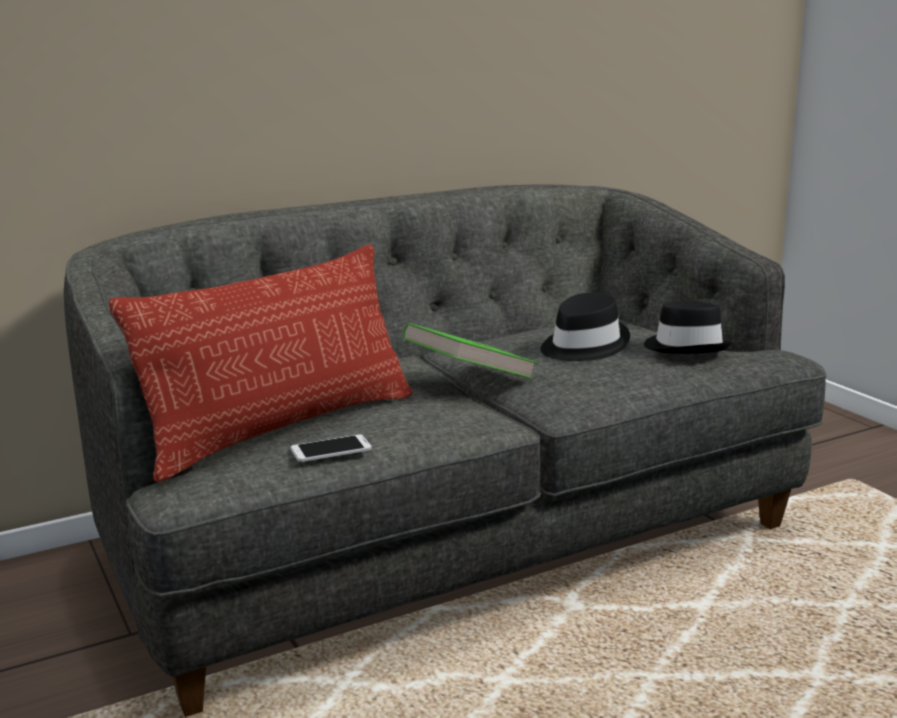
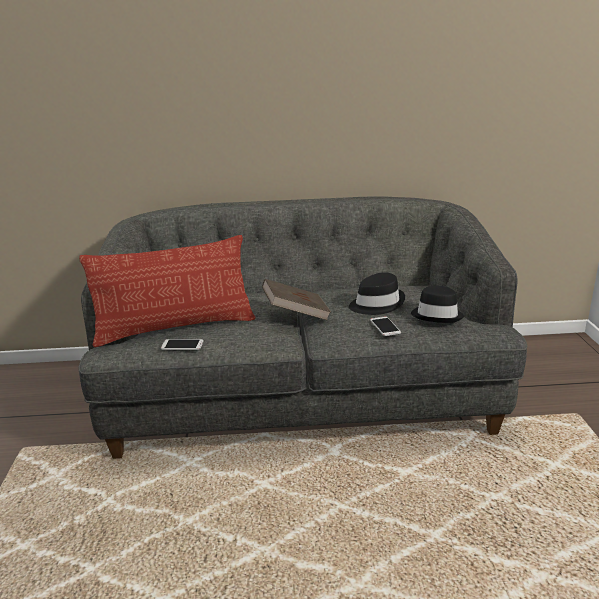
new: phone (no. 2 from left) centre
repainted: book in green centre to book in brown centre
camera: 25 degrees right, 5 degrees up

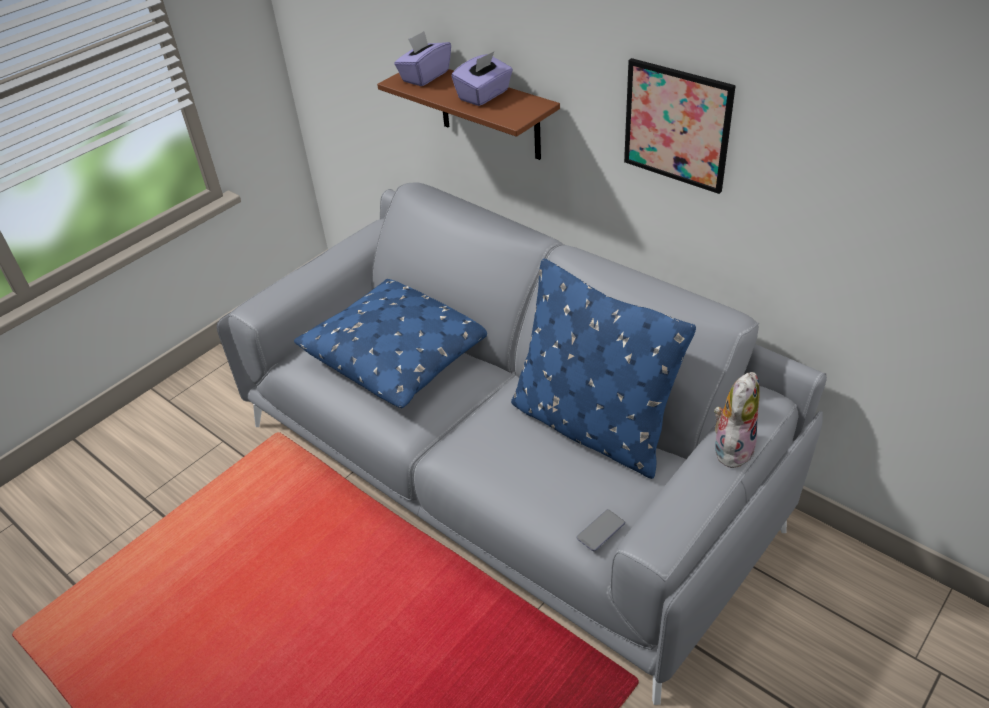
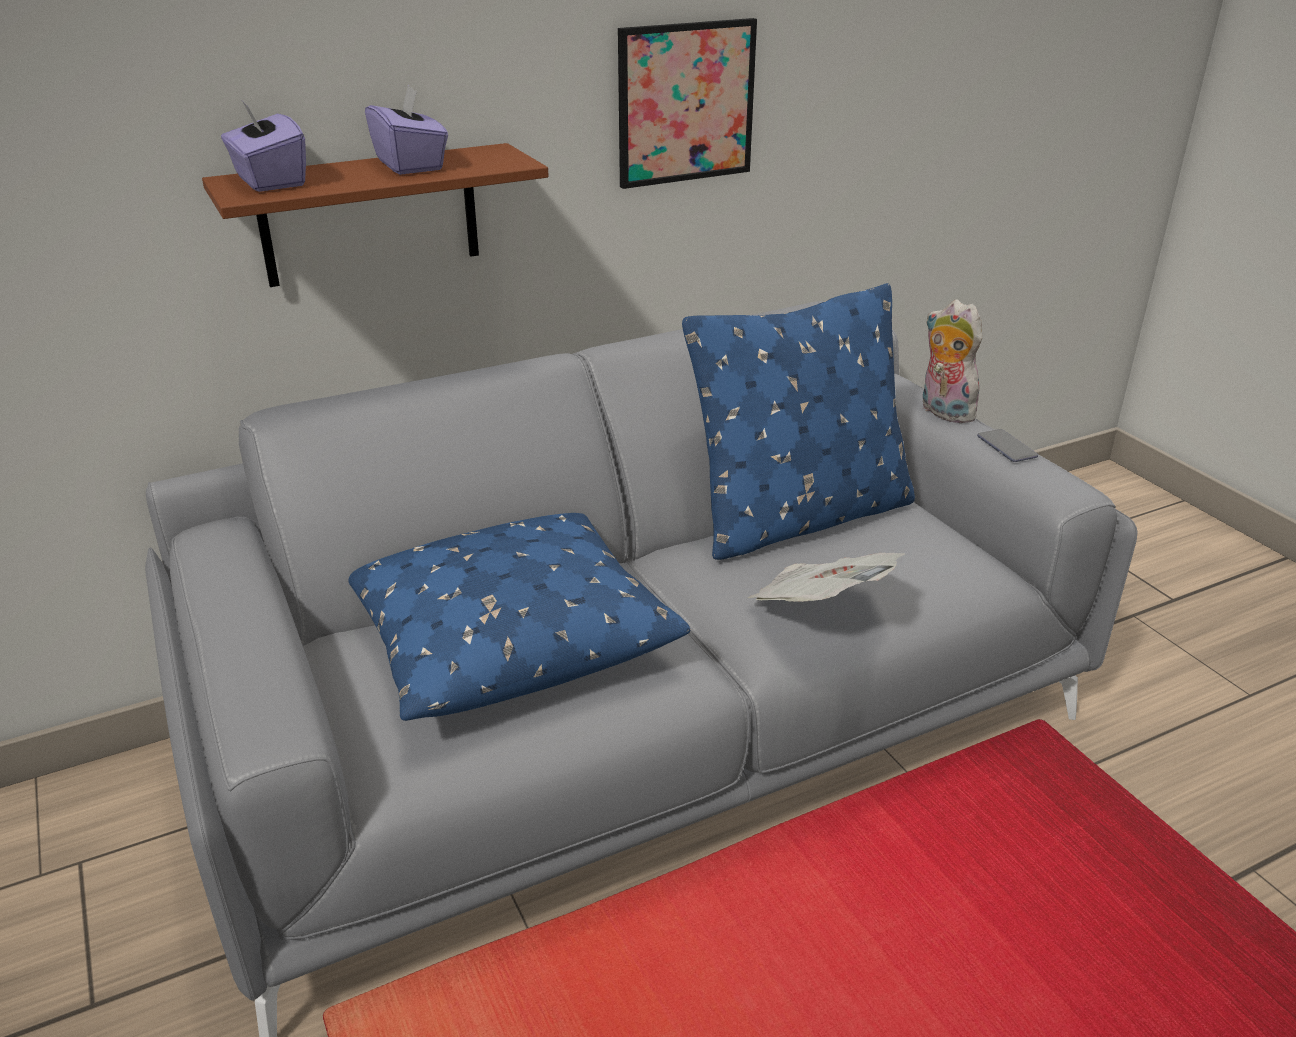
new: newspaper centre
shifted: phone bottom centre to middle right
camera: 70 degrees left, 10 degrees down

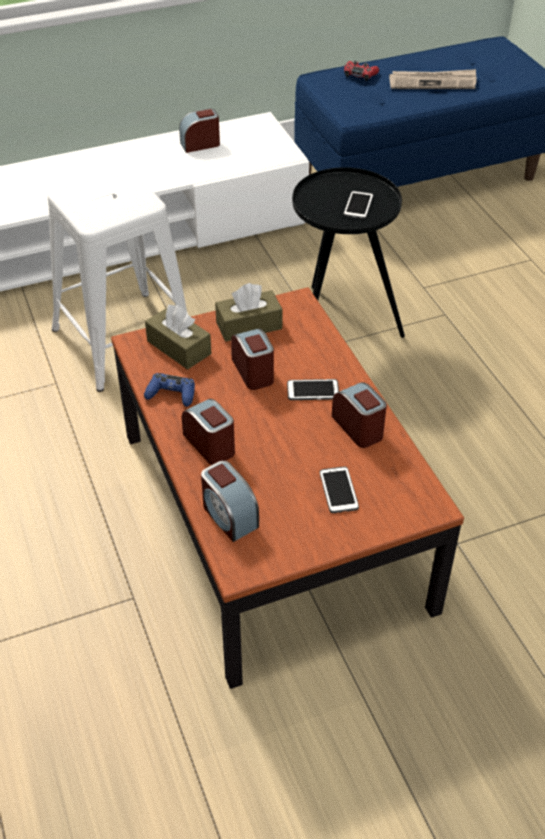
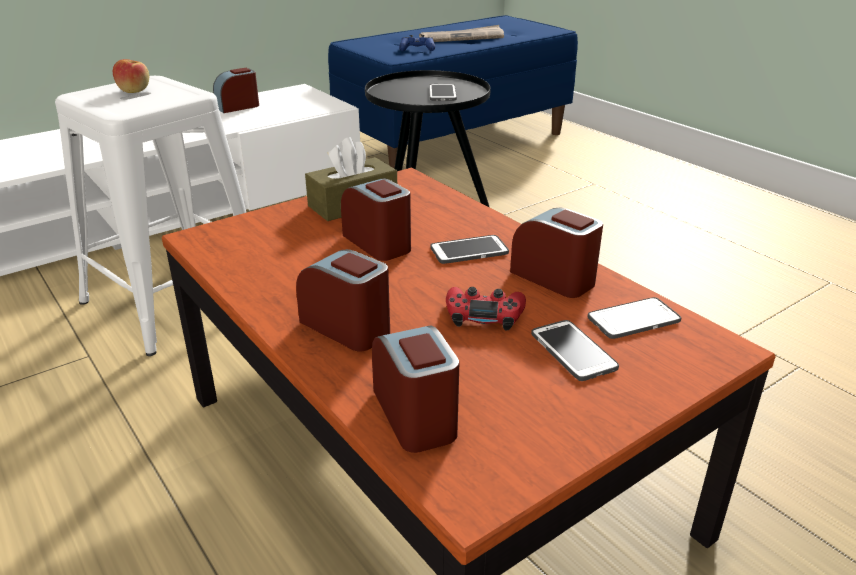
gone: tissue box in brown (no. 1 from left) middle left
new: apple top left; phone (no. 4 from left) middle right
shifted: game controller in red top centre to centre; game controller in blue middle left to top centre
rotated: alarm clock (no. 3 from left in the first image) centre = bottom centre 150 degrees counterclockwise
camera: 15 degrees left, 15 degrees down

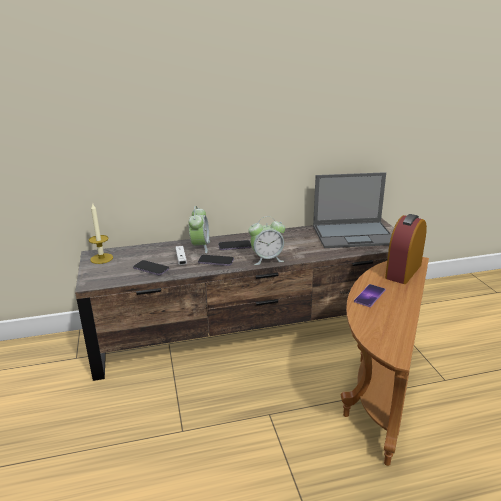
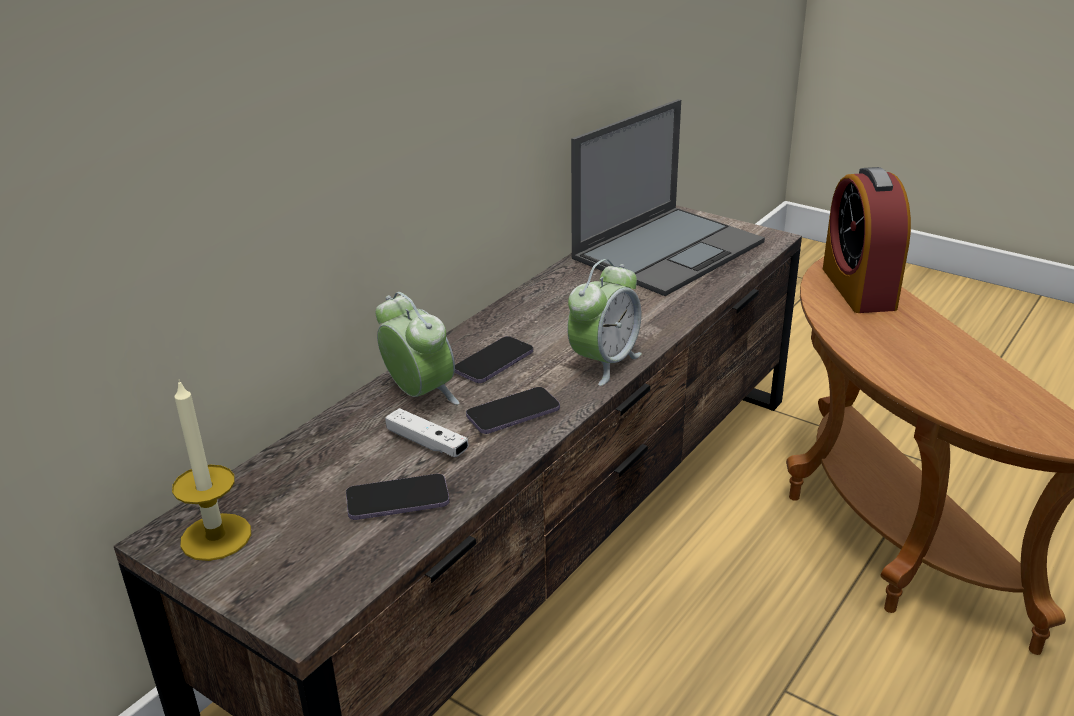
gone: phone (no. 4 from left) middle right
camera: 40 degrees left, 5 degrees up

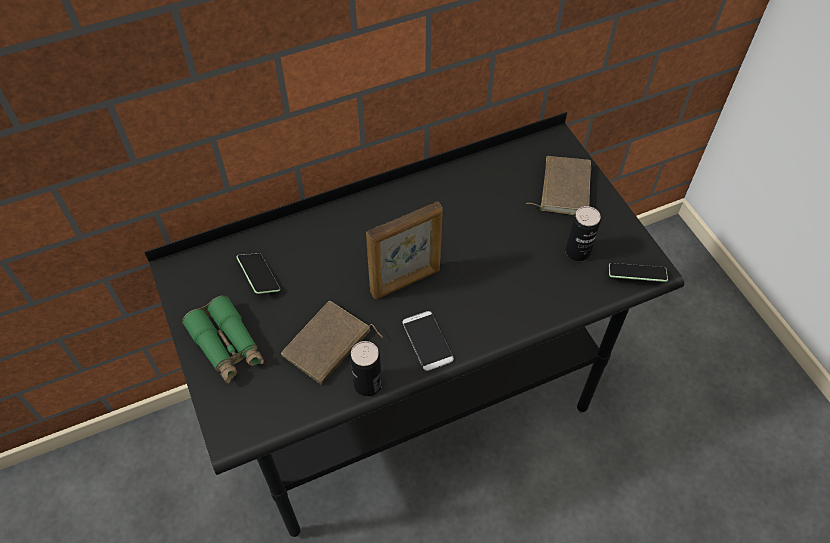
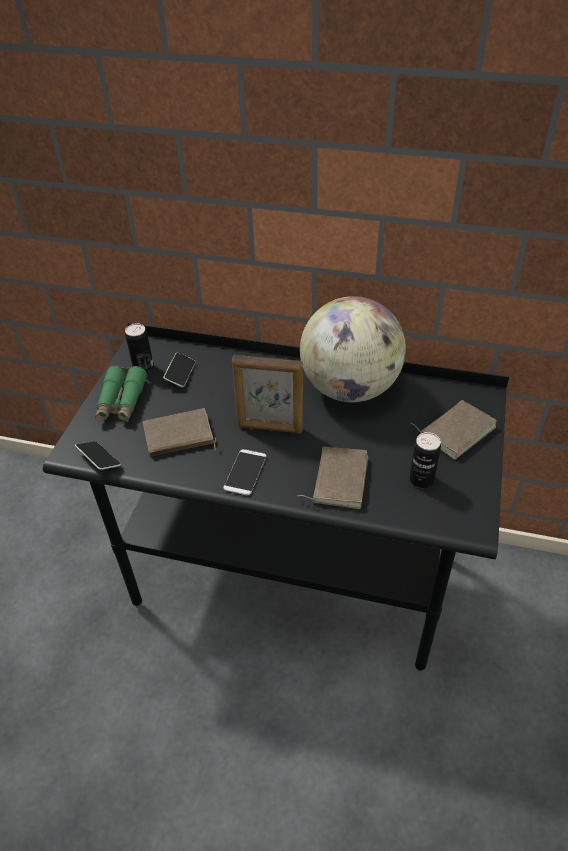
new: globe centre; book in brown (no. 2 from left) centre
shifted: phone (no. 3 from left in the first image) middle right to phone (no. 1 from left) middle left; can (no. 1 from left) bottom centre to middle left
camera: 40 degrees right, 10 degrees down

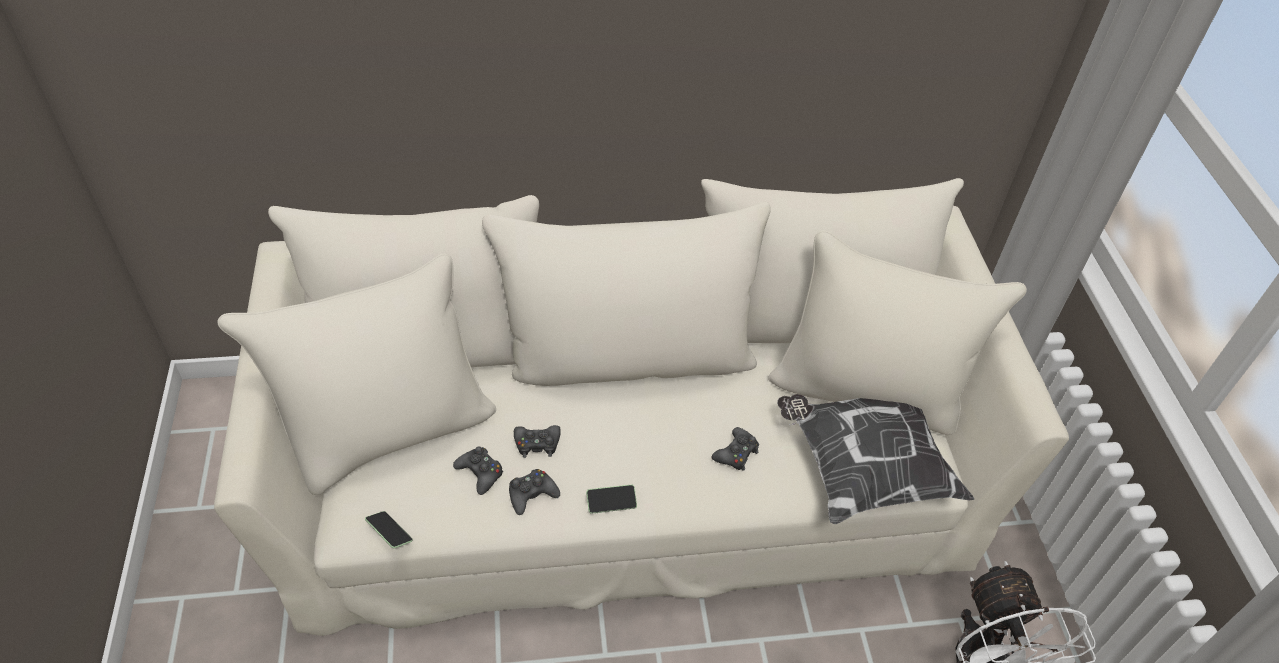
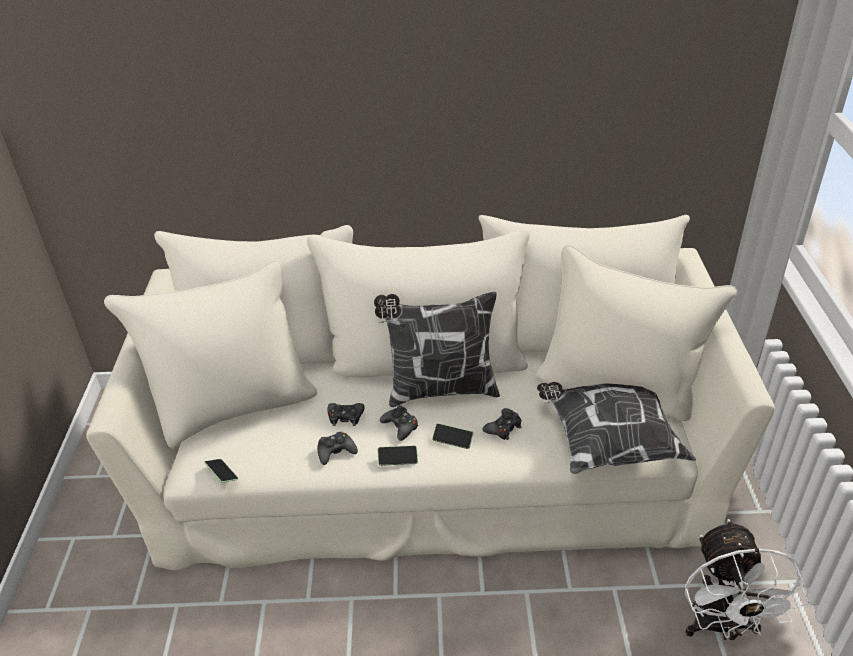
new: pillow (no. 1 from left) centre; phone (no. 3 from left) centre
shifted: game controller in black (no. 1 from left in the first image) bottom centre to game controller in black (no. 3 from left) centre
camera: 10 degrees right, 10 degrees down

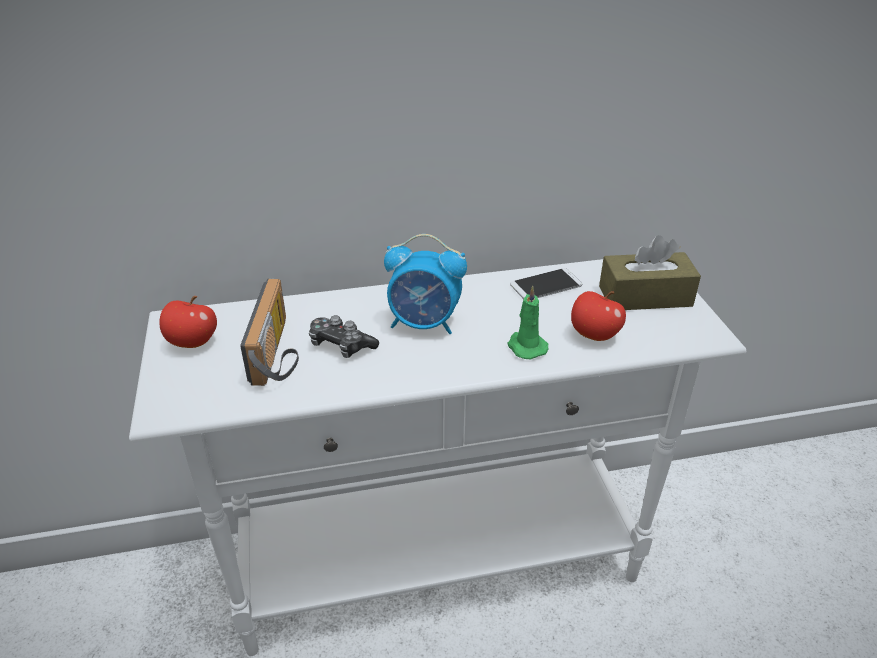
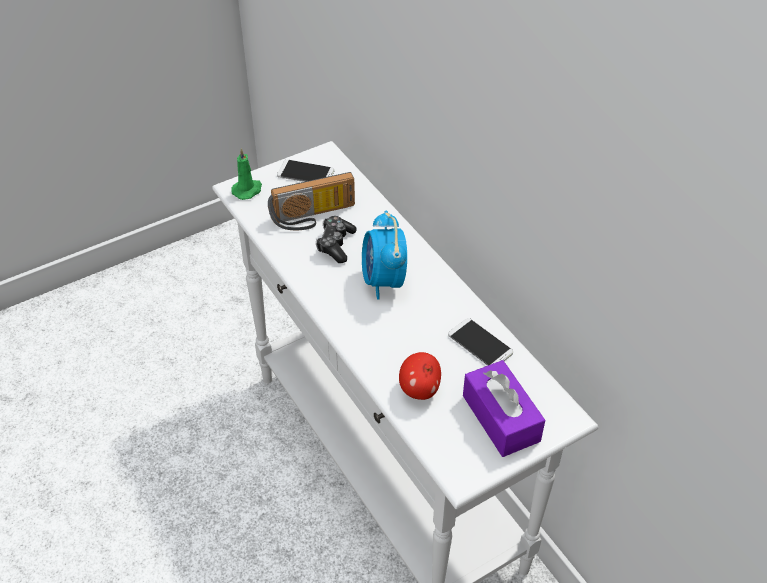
shifted: candle in green centre to top left
swapped: apple (no. 1 from left) middle left to phone (no. 1 from left) top centre
repainted: tissue box in brown middle right to tissue box in purple bottom centre
camera: 70 degrees right, 10 degrees up

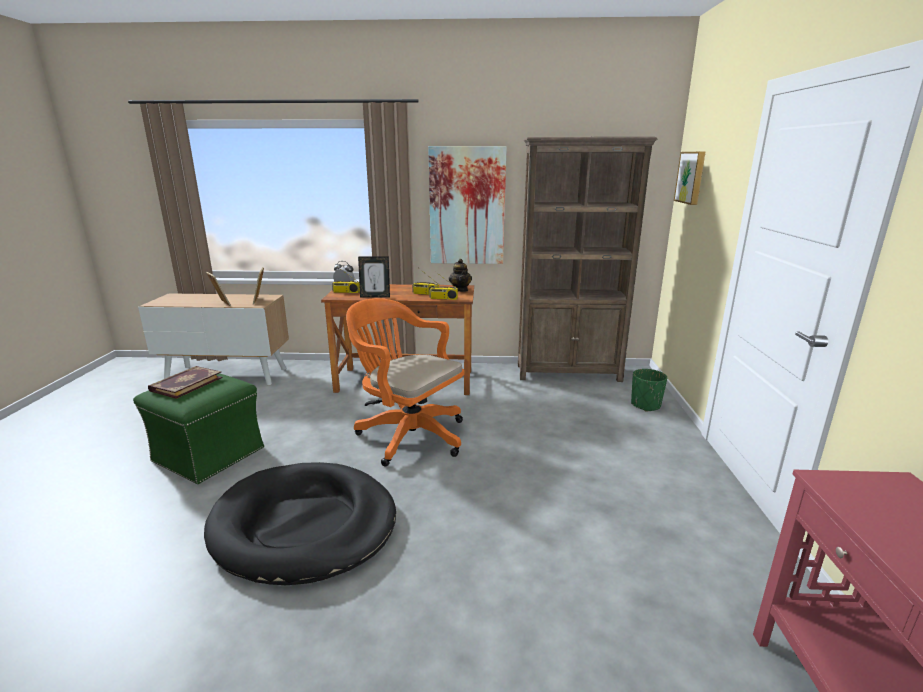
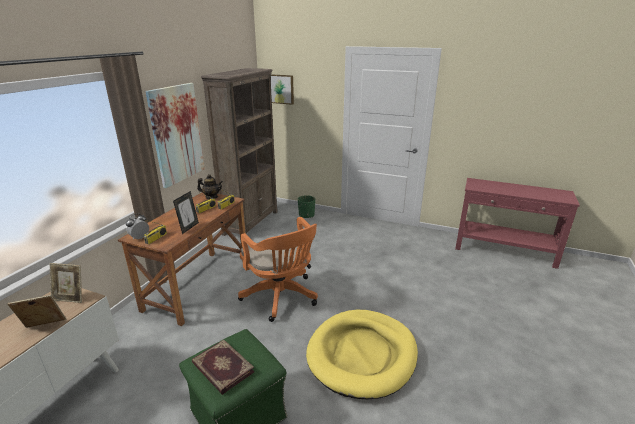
repainted: dog bed in black bottom left to dog bed in yellow bottom centre
rotated: office chair in orange centre = centre 90 degrees counterclockwise
camera: 70 degrees left, 5 degrees up

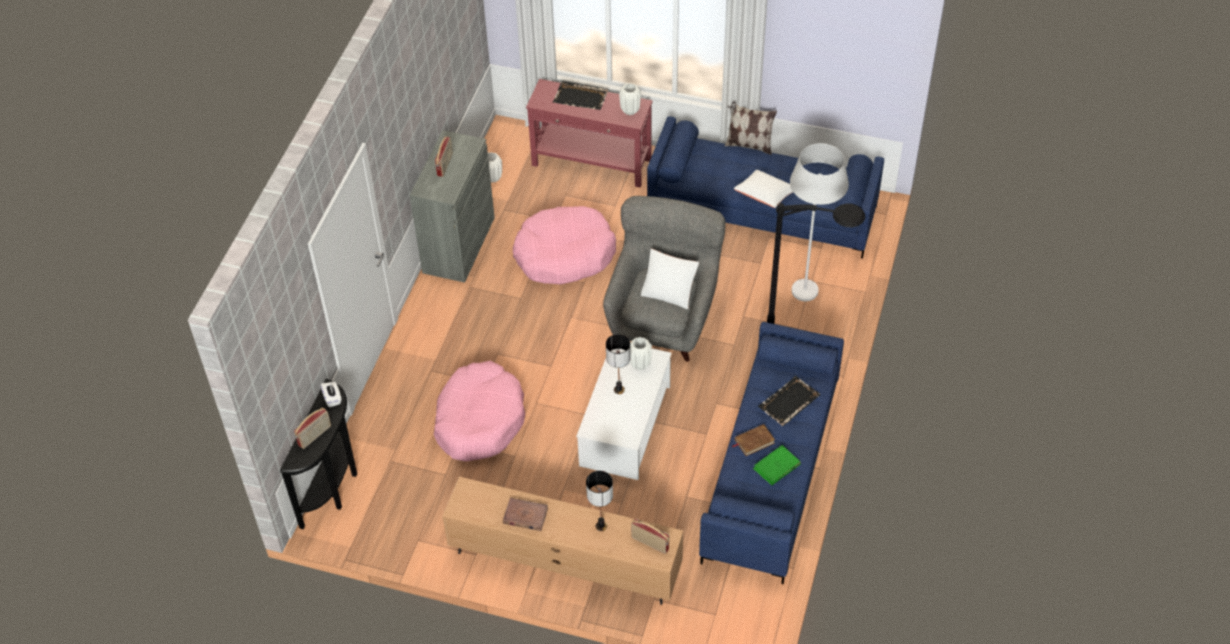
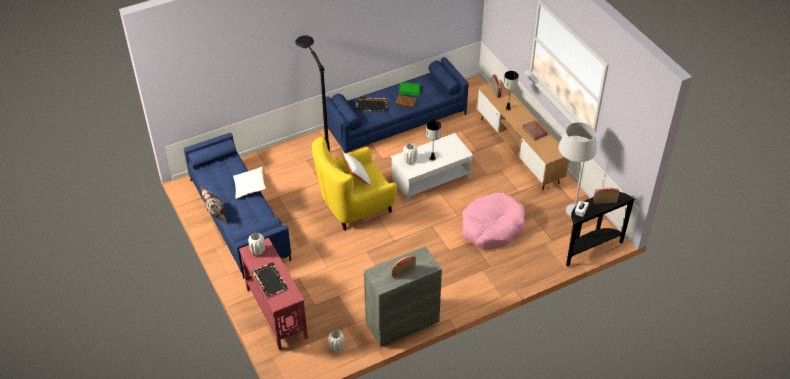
gone: dog bed in pink (no. 2 from left) centre
shifted: floor lamp in white centre to middle right
repainted: armchair in grey centre to armchair in yellow centre
camera: 135 degrees left, 5 degrees down

